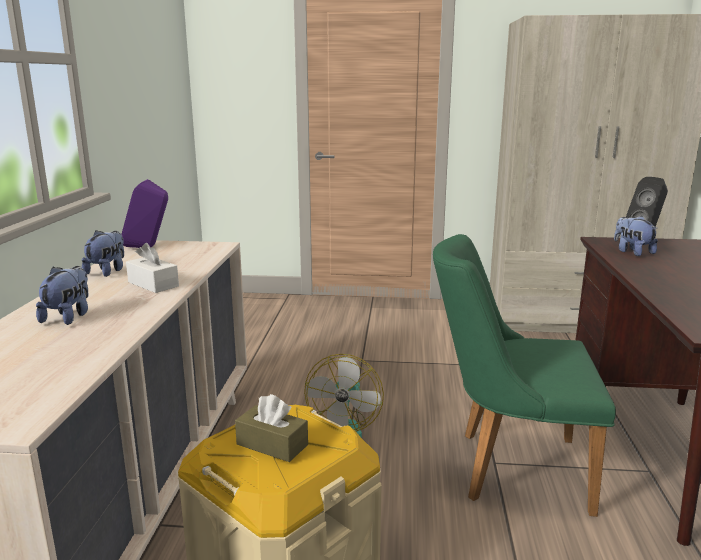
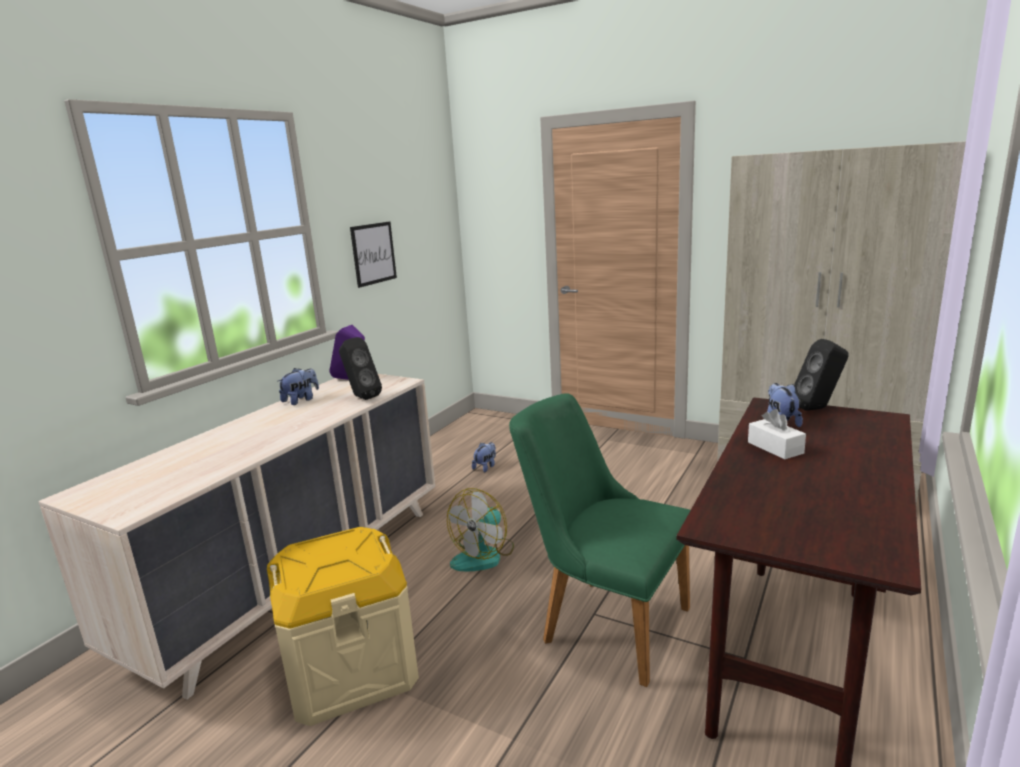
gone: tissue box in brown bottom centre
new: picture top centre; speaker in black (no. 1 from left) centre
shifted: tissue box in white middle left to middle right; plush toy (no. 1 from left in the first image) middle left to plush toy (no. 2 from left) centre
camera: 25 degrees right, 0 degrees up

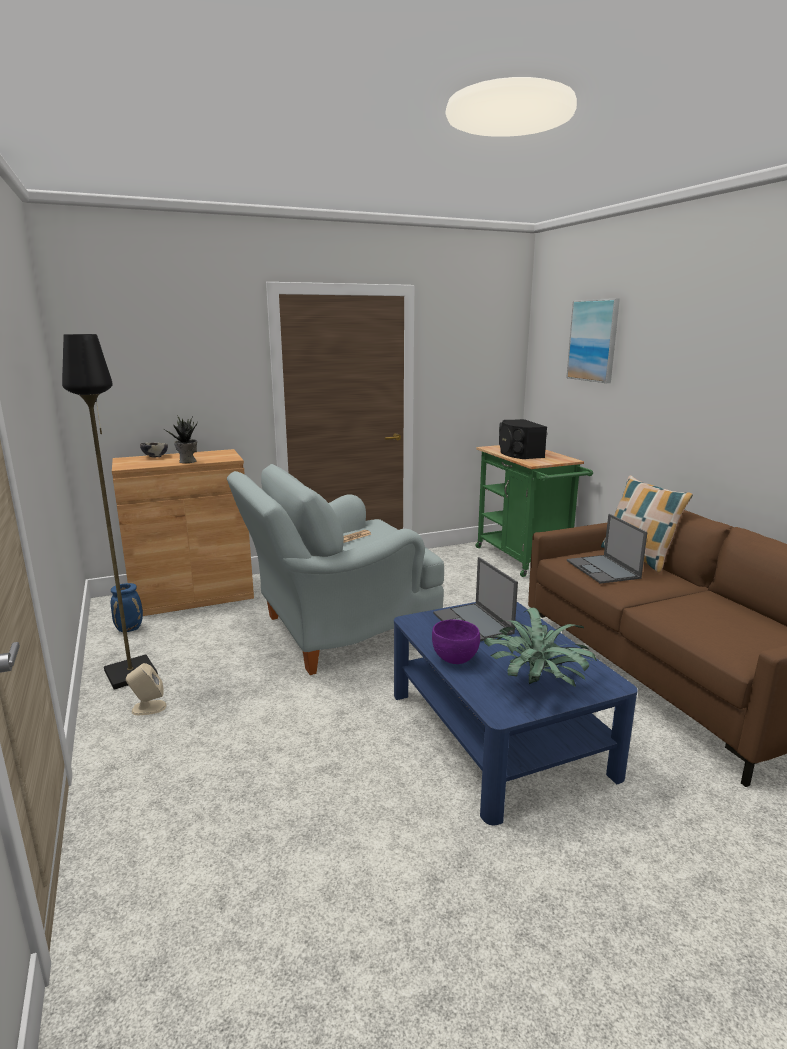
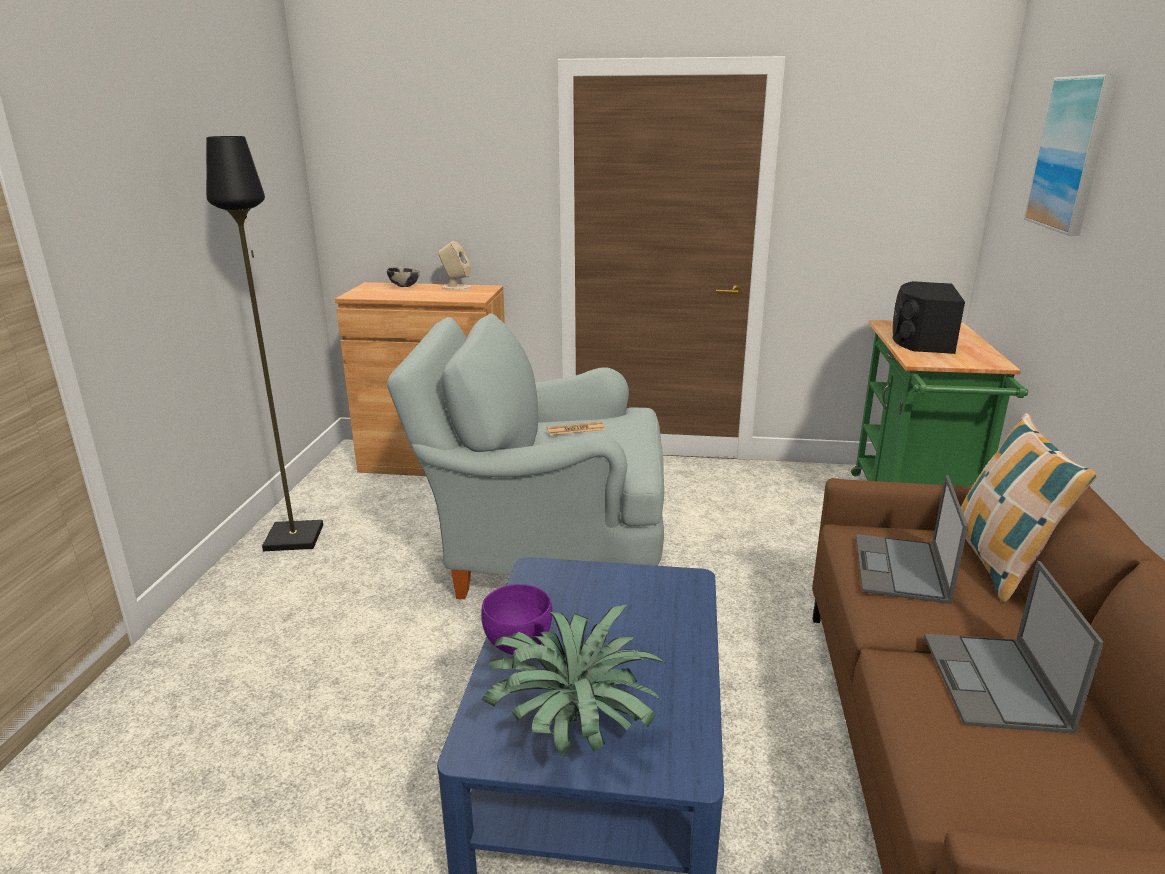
gone: potted plant (no. 1 from left) middle left; vase in blue middle left
shifted: laptop (no. 1 from left in the first image) centre to laptop (no. 2 from left) bottom right; speaker in beige middle left to top centre
camera: 30 degrees right, 5 degrees up

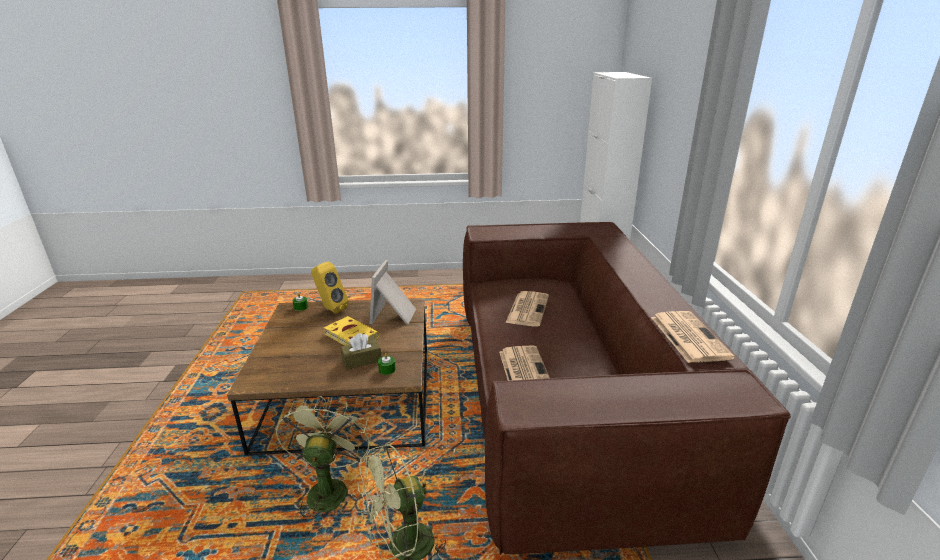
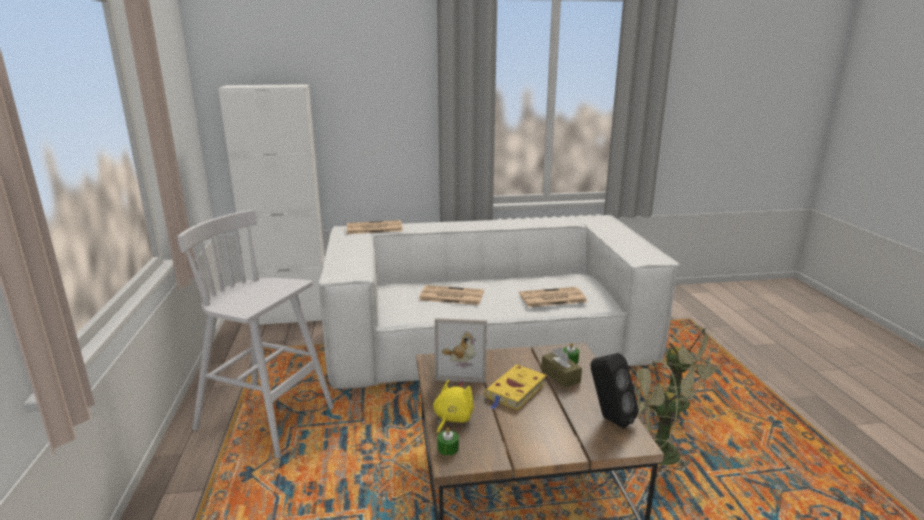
new: stool in white middle left; speaker in black bottom centre
shifted: newspaper (no. 3 from left in the first image) middle right to newspaper (no. 1 from left) centre
swapped: speaker in yellow centre to plush toy in yellow bottom centre
repainted: sofa in brown bottom right to sofa in white centre
camera: 95 degrees left, 5 degrees down

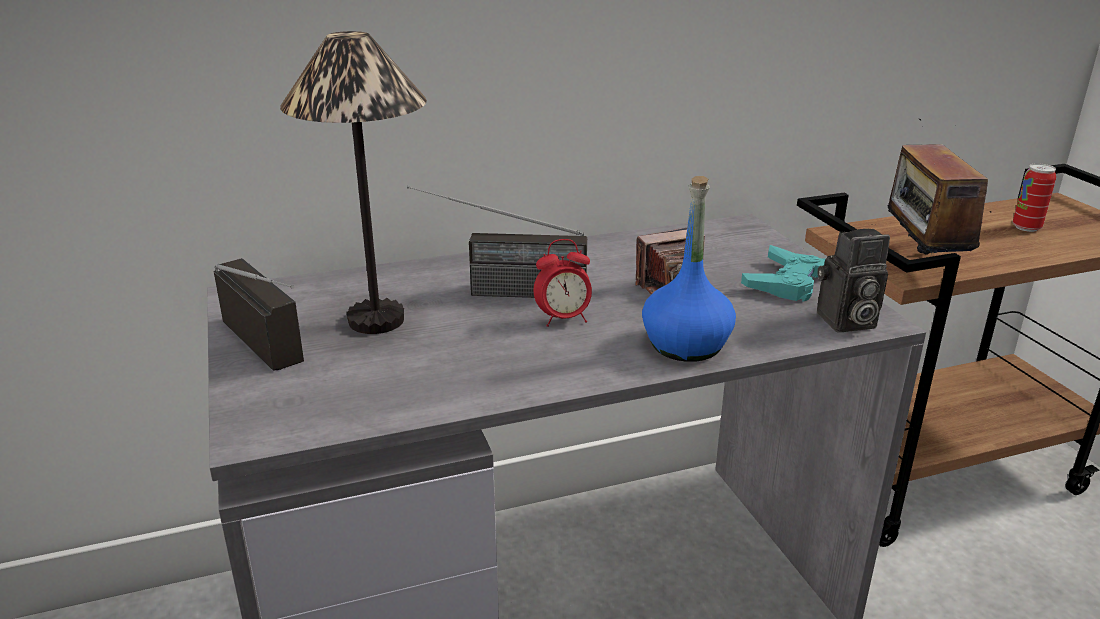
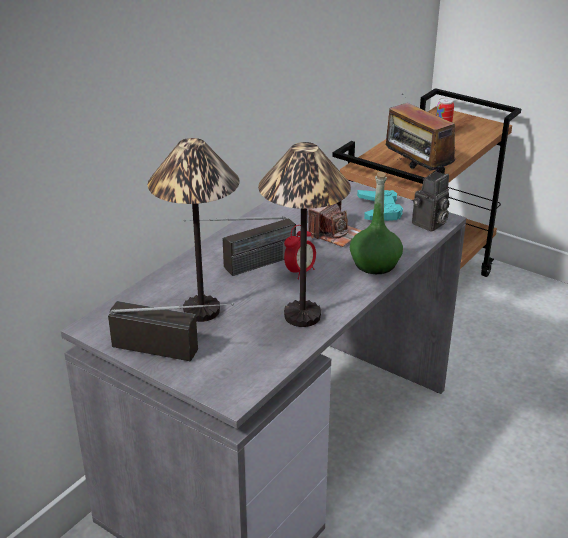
new: table lamp (no. 2 from left) centre
repainted: bottle in blue centre to bottle in green centre
camera: 35 degrees left, 5 degrees up

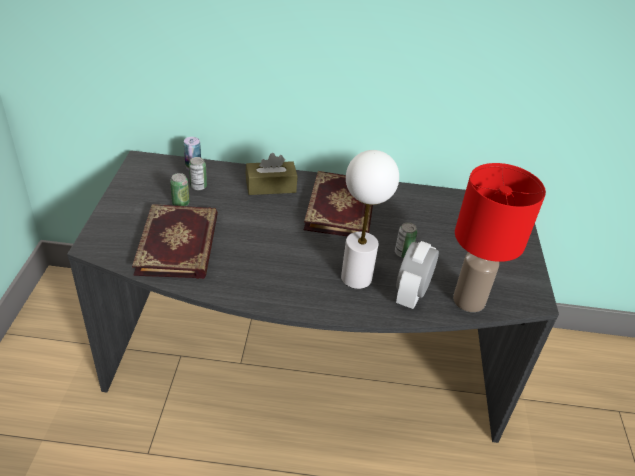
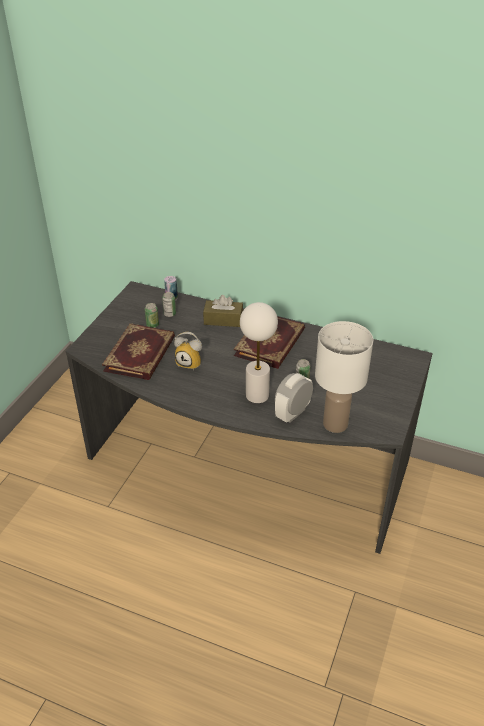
new: alarm clock (no. 1 from left) centre
repainted: table lamp in red middle right to table lamp in white (no. 2 from left) middle right
camera: 20 degrees right, 0 degrees up

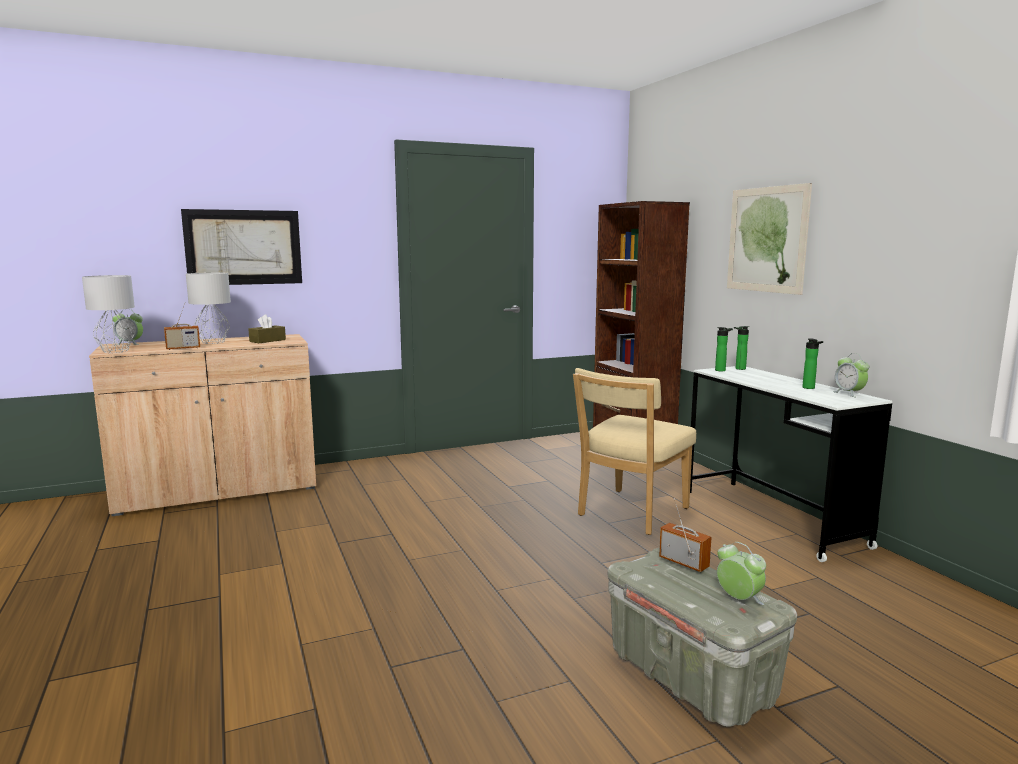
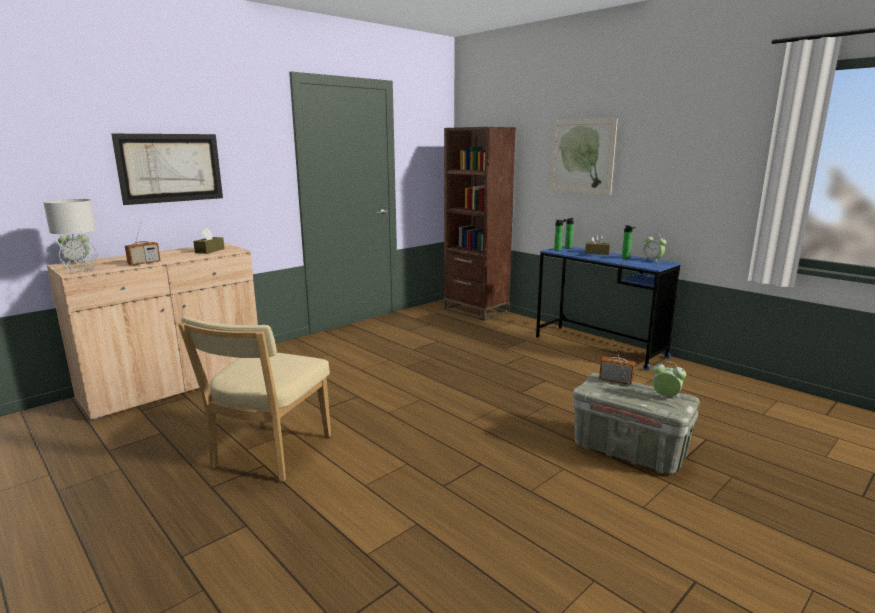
gone: table lamp in grey (no. 2 from left) middle left
new: tissue box in brown (no. 2 from left) middle right
shifted: chair in beige centre to middle left
repainted: desk in white middle right to desk in blue middle right
camera: 20 degrees left, 5 degrees up

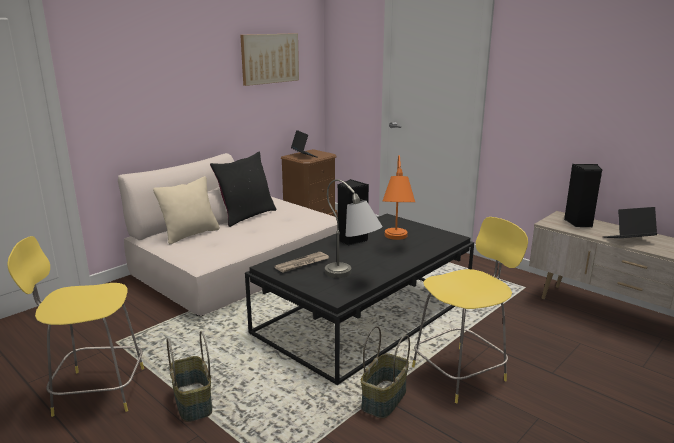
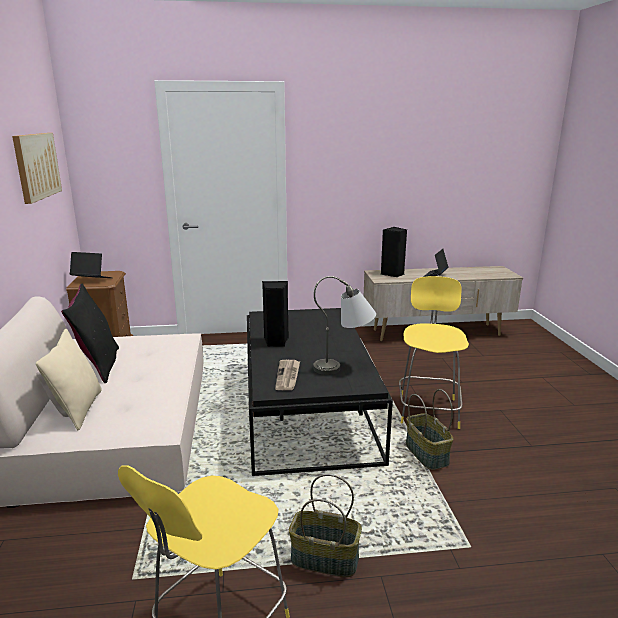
gone: table lamp in orange centre
camera: 50 degrees left, 0 degrees up

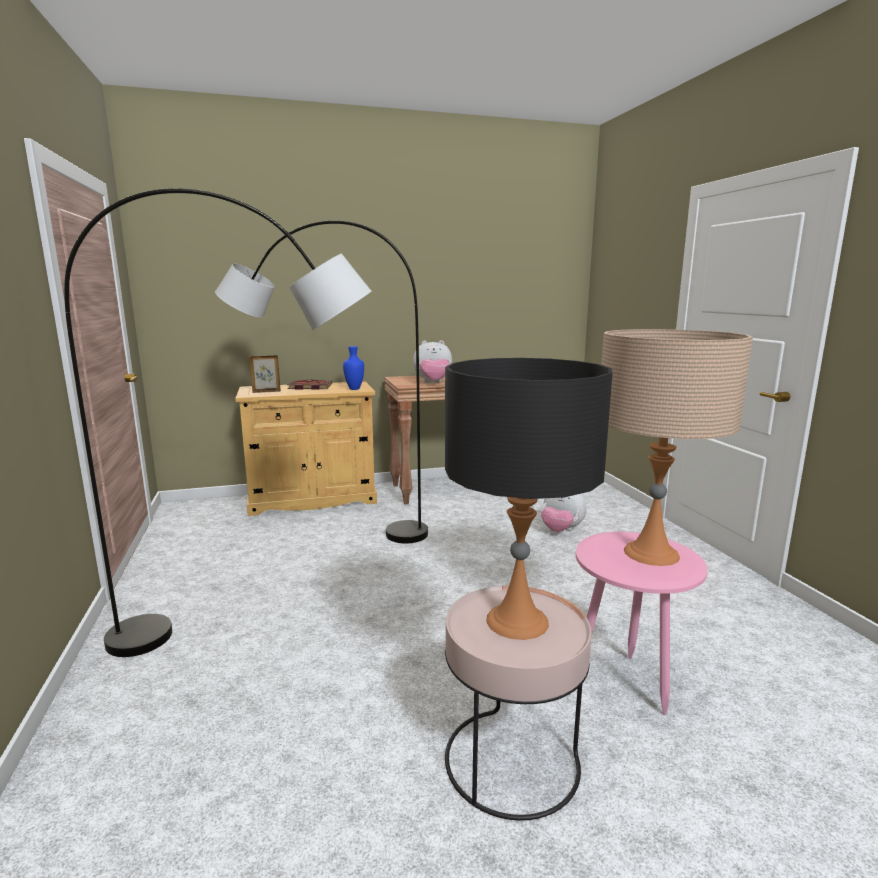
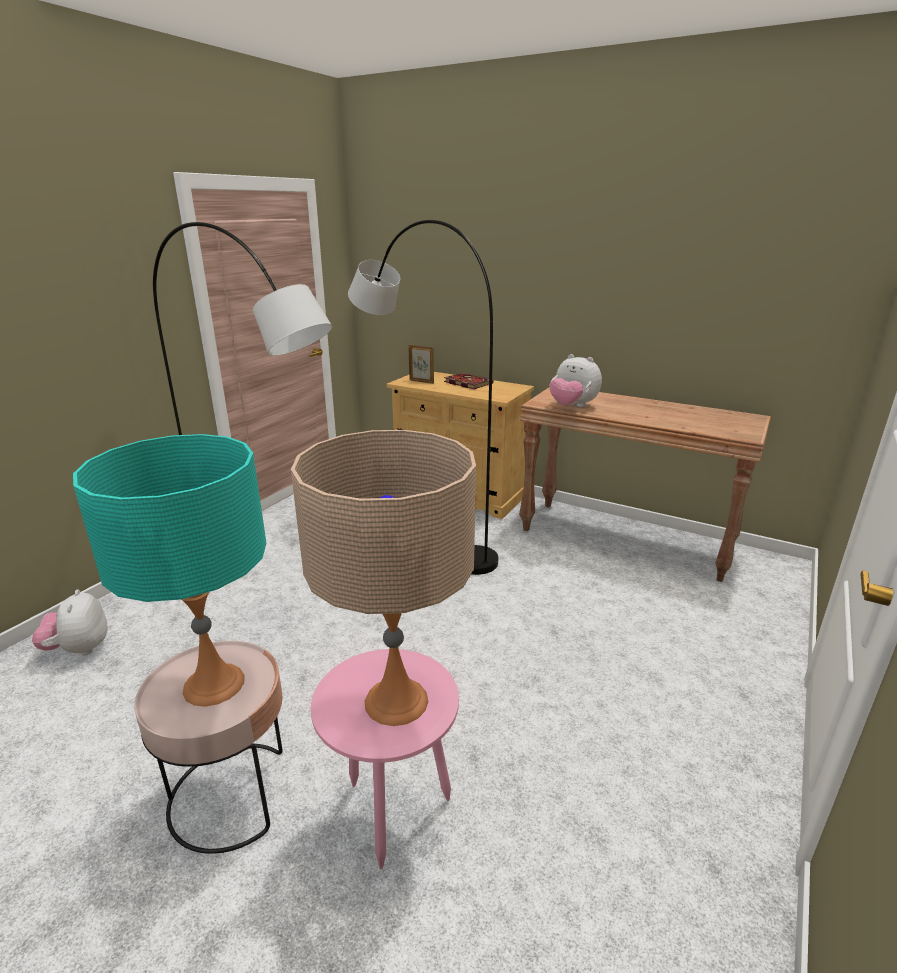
gone: vase in blue centre
shifted: plush toy (no. 2 from left in the first image) centre to plush toy (no. 1 from left) middle left
repainted: table lamp in black centre to table lamp in turquoise middle left
camera: 45 degrees right, 10 degrees up

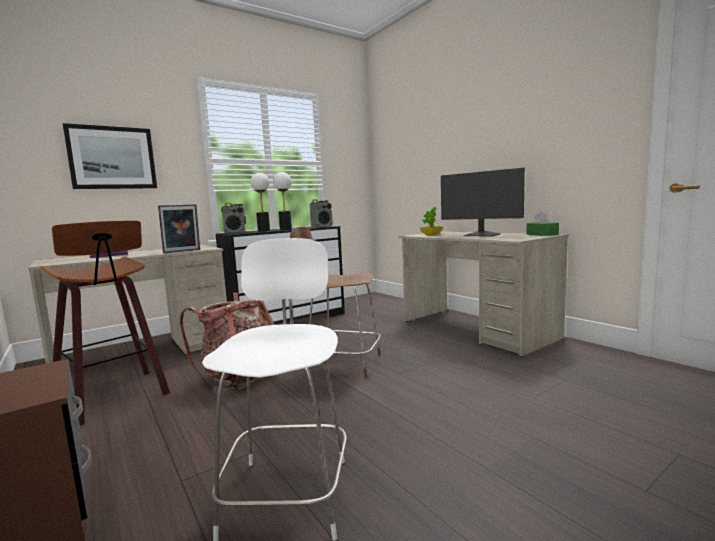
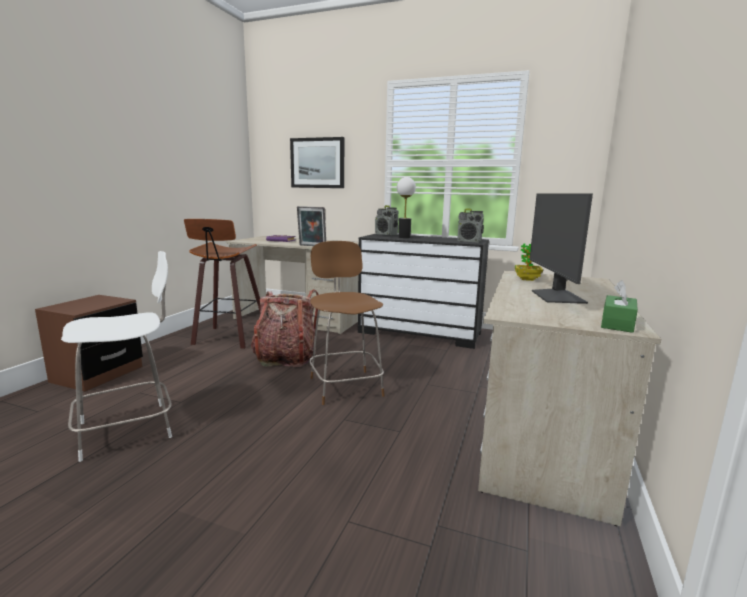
gone: table lamp (no. 2 from left) centre
camera: 55 degrees right, 5 degrees up

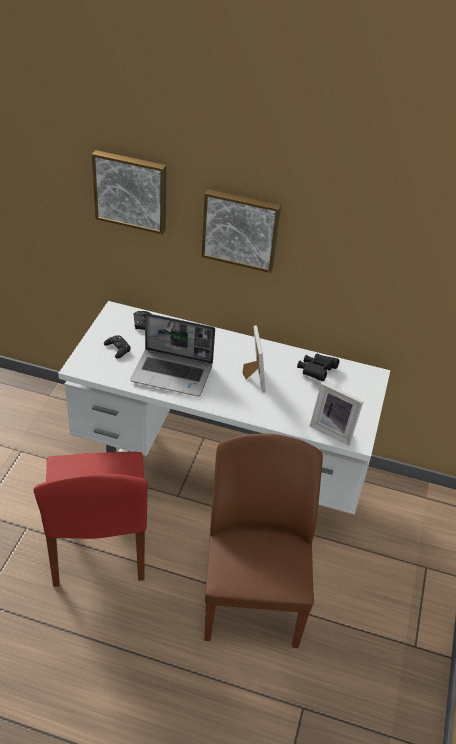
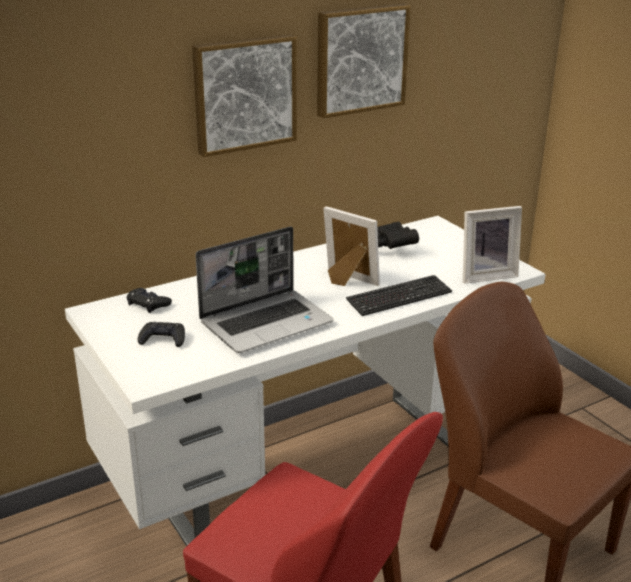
new: keyboard centre
shifted: picture (no. 1 from left in the first image) top left to picture (no. 2 from left) top centre
camera: 45 degrees left, 15 degrees down

